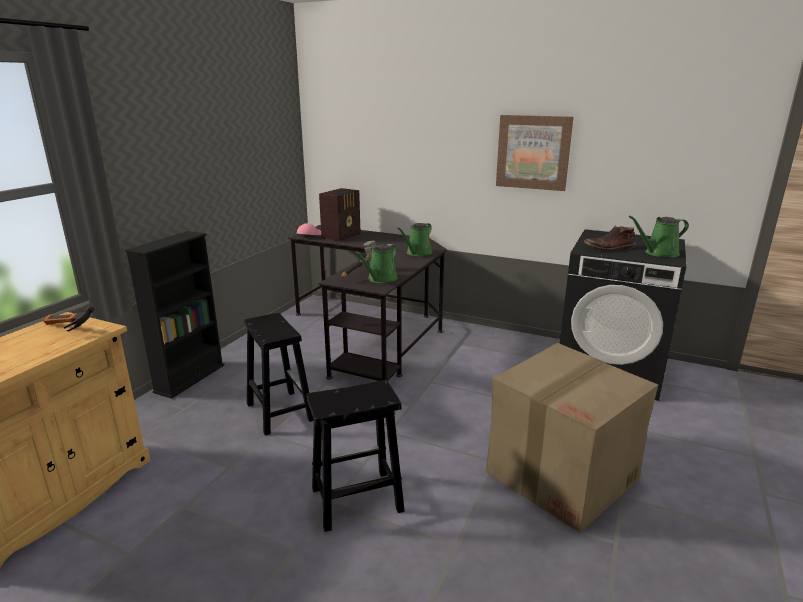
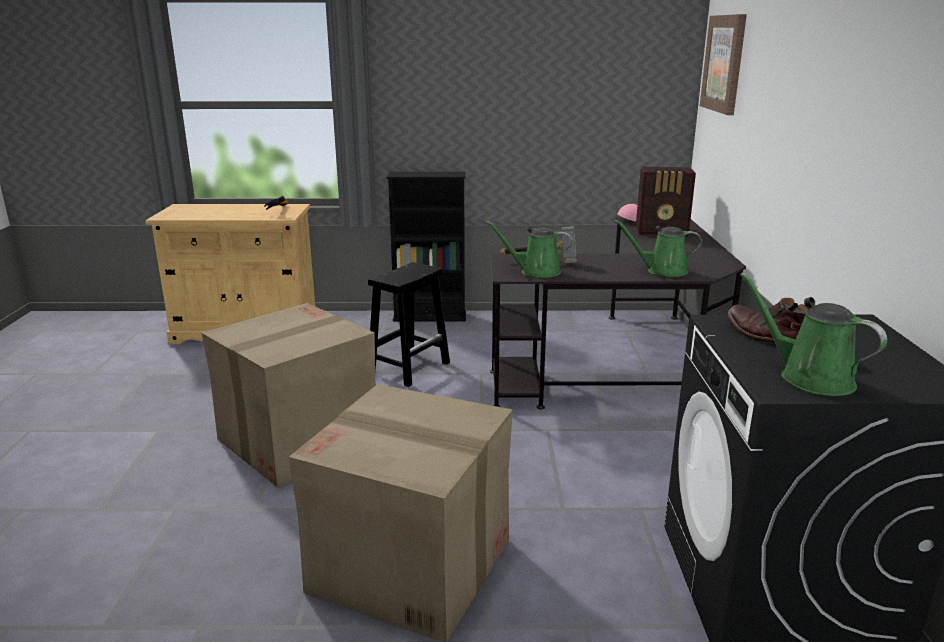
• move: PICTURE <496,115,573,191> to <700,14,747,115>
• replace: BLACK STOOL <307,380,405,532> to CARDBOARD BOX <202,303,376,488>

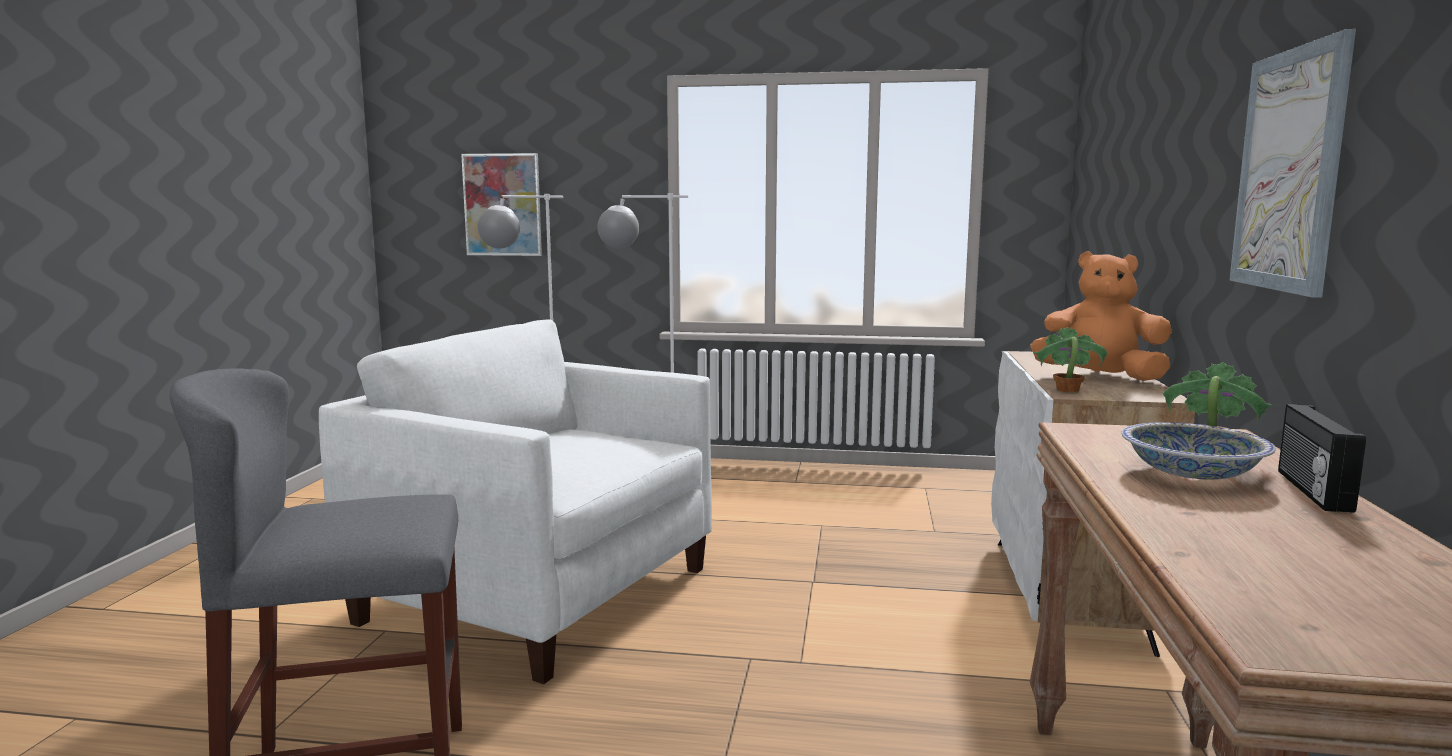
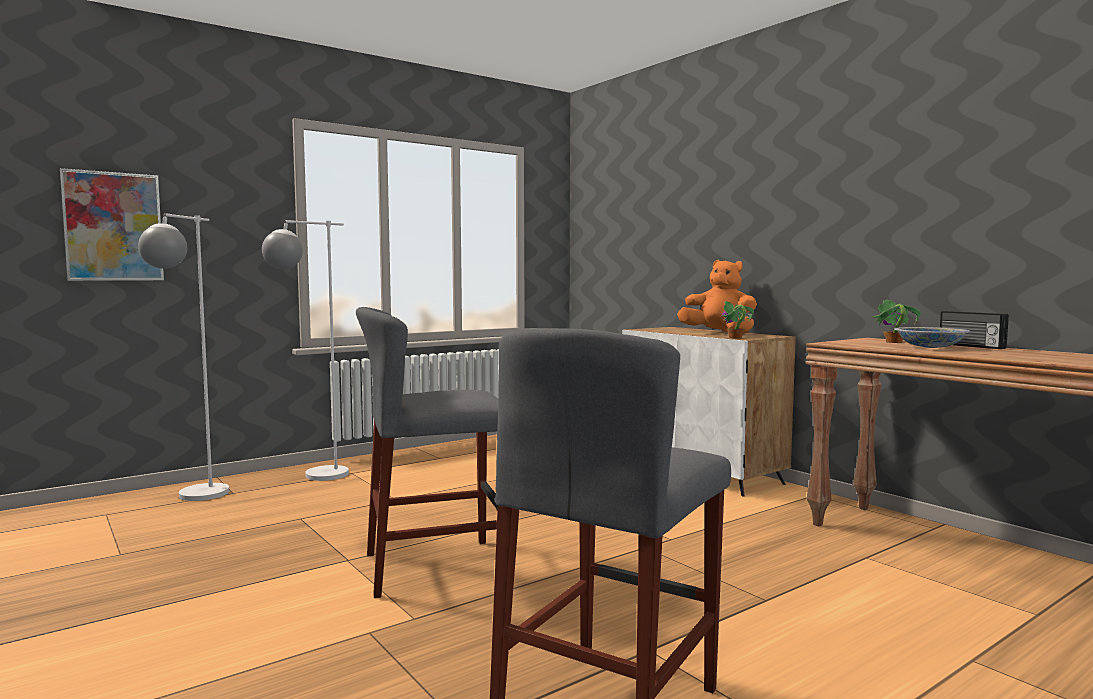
• delete: PICTURE <1230,29,1356,298>
• replace: WHITE ARMCHAIR <319,319,712,684> to GREY STOOL <356,307,498,598>
• rotate: ORANGE PLUSH TOY <1030,251,1172,381> = <677,260,757,334> 60 degrees clockwise

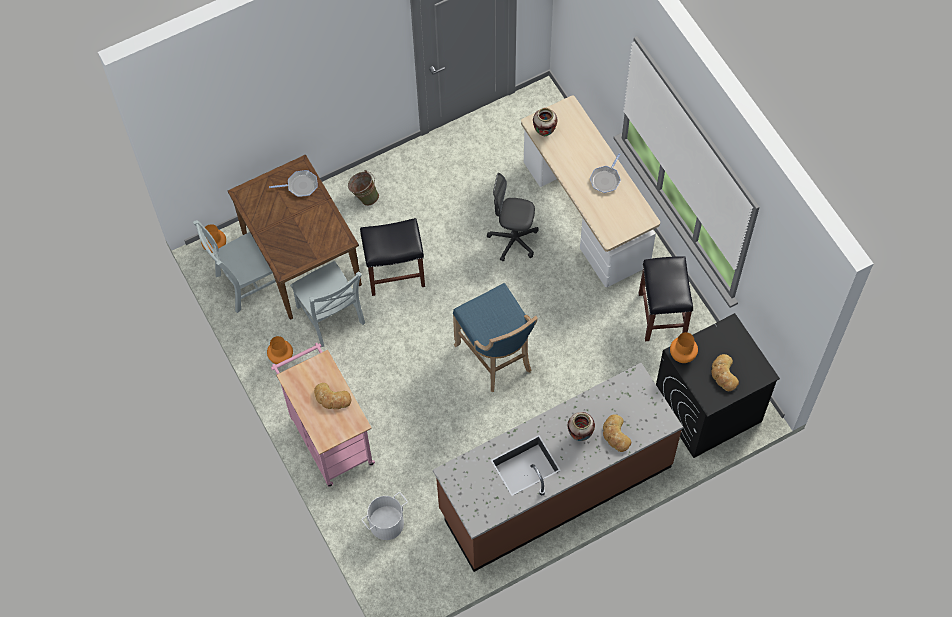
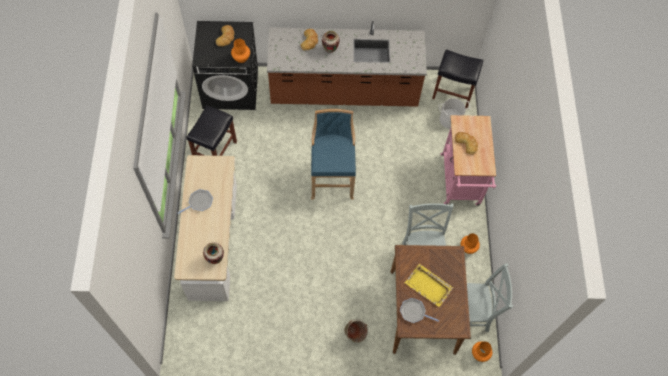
• delete: GREY OFFICE CHAIR <487,173,539,261>
• insert: YELLOW TRAY <404,264,453,307>
• move: BLACK STOOL <360,218,425,296> to <432,49,483,108>

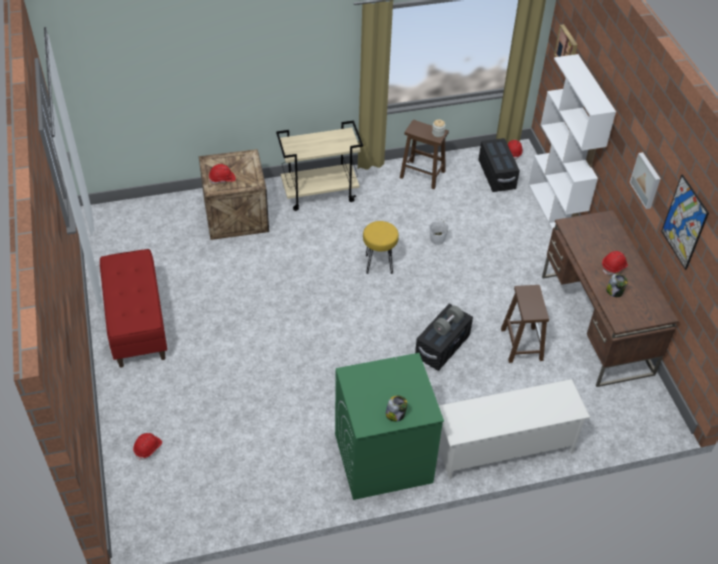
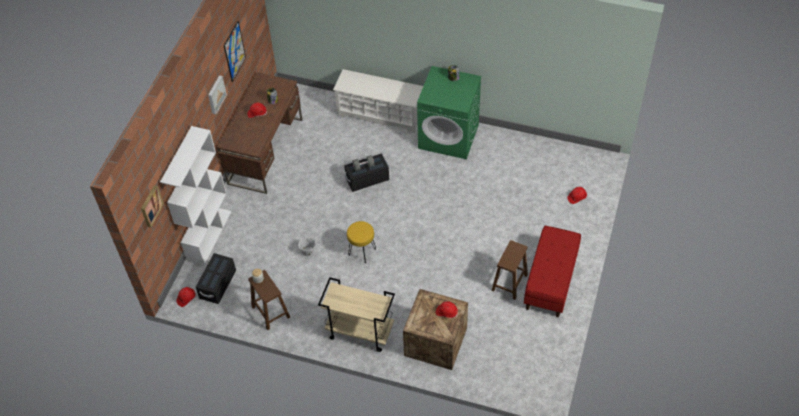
• move: BROWN STOOL <501,285,549,363> to <491,240,528,300>

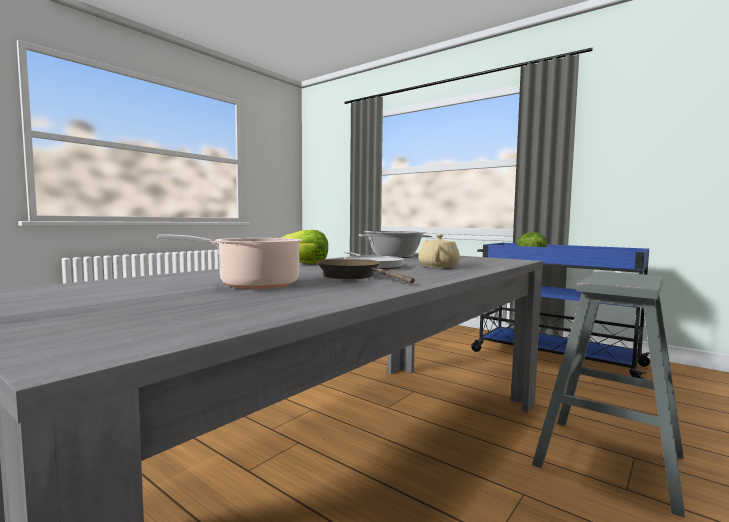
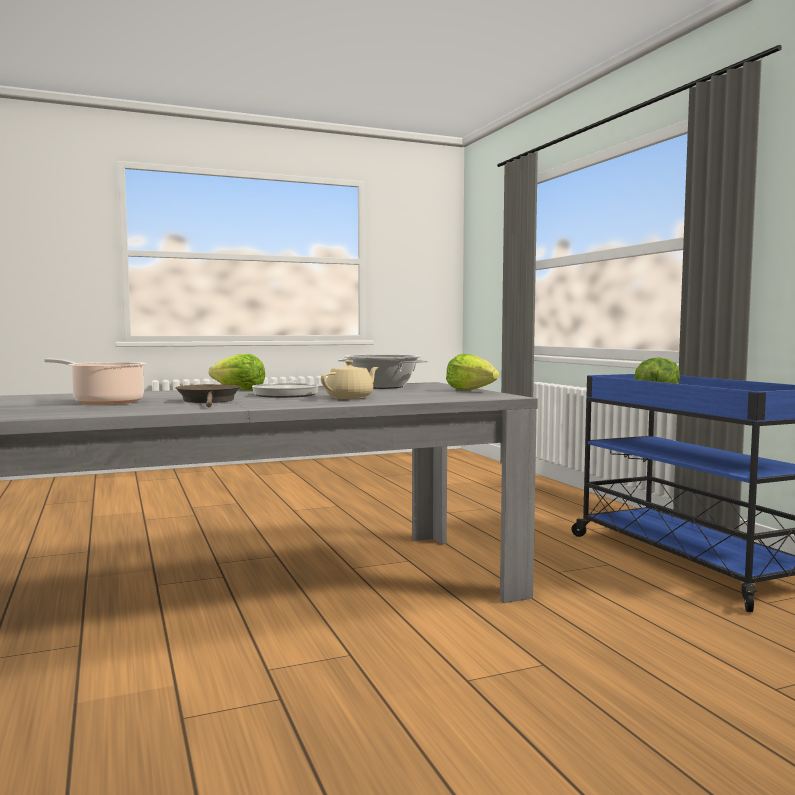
• delete: GREY STOOL <532,272,685,518>
• insert: LETTUCE <446,354,499,390>

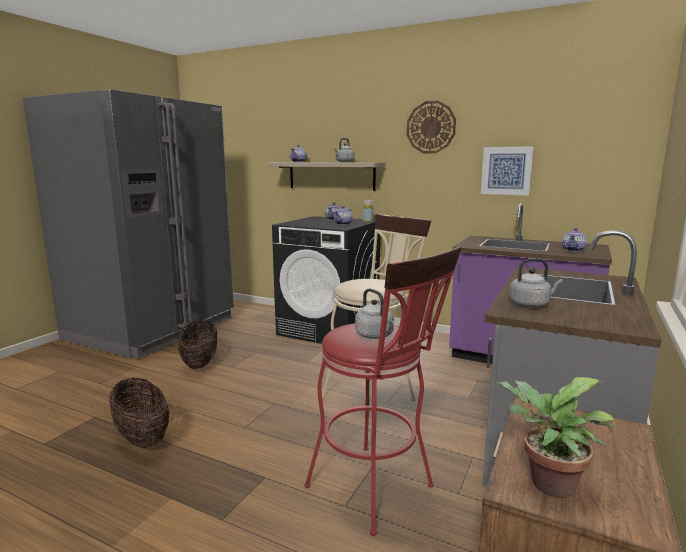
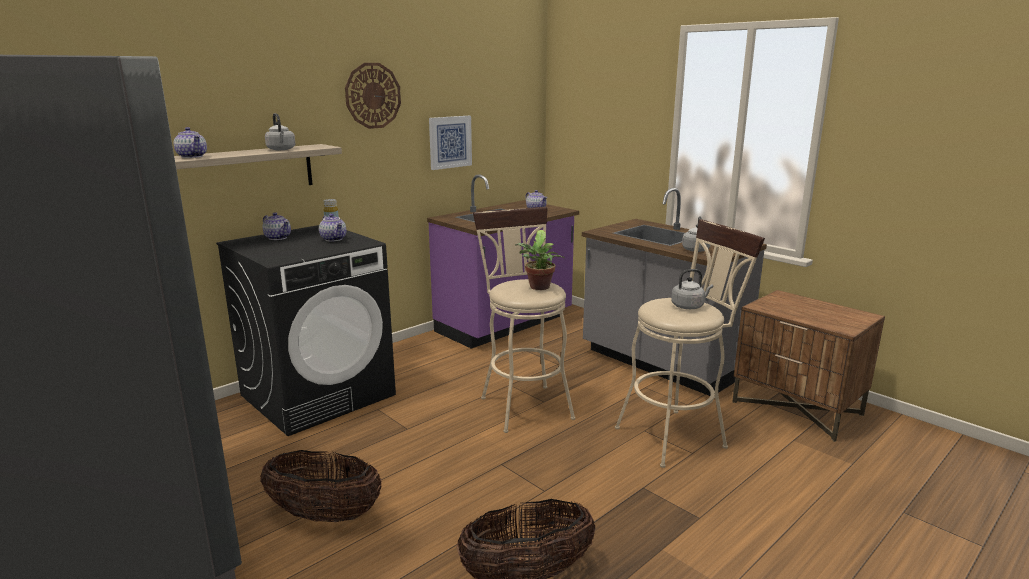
• move: POTTED PLANT <496,377,615,498> to <515,230,564,290>
• recolor: RED STOOL <304,247,462,536> to BEIGE STOOL <615,219,765,468>

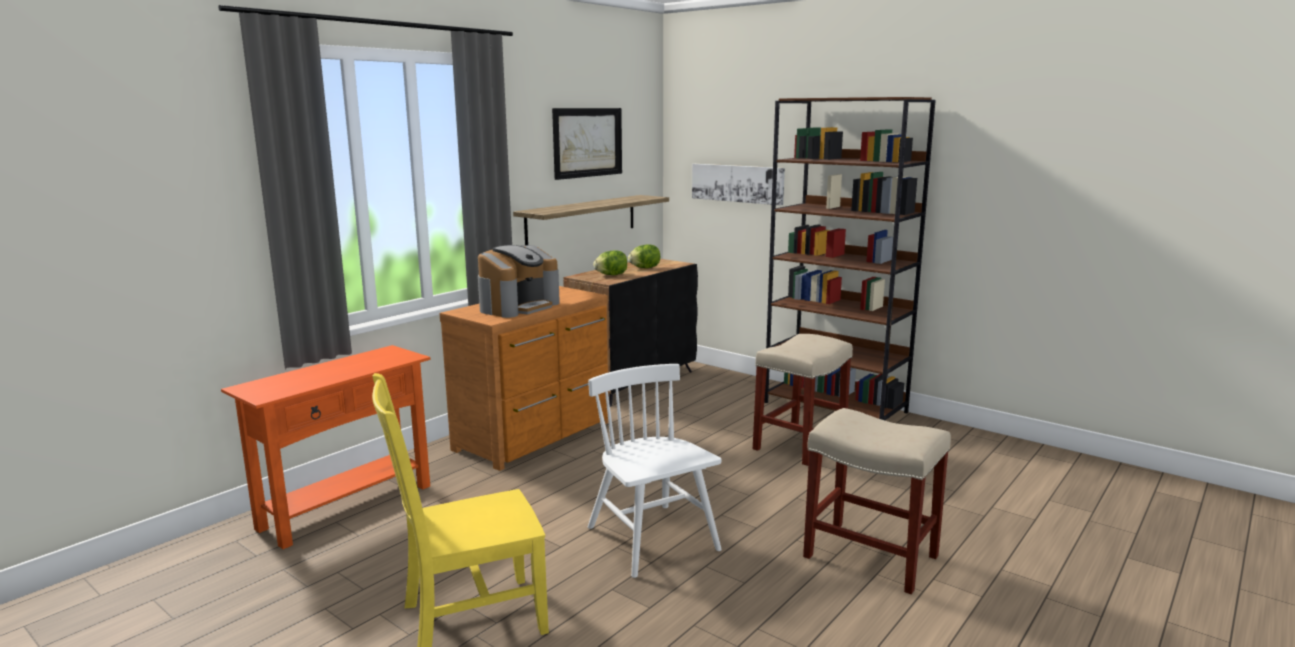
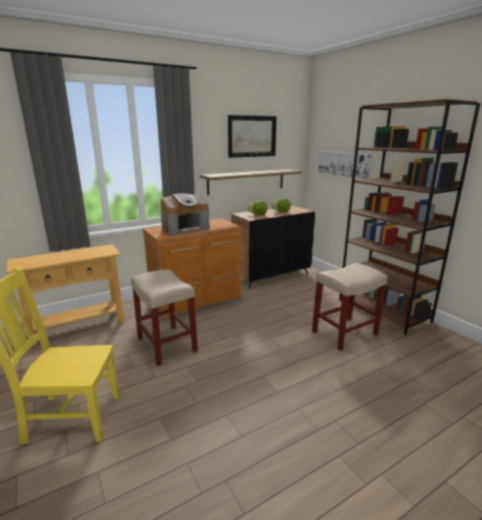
• delete: WHITE CHAIR <588,364,722,578>
• move: BEIGE STOOL <803,408,951,594> to <131,269,198,366>
• recolor: ORANGE CONSOLE TABLE <221,345,431,549> to BEIGE CONSOLE TABLE <6,244,124,346>

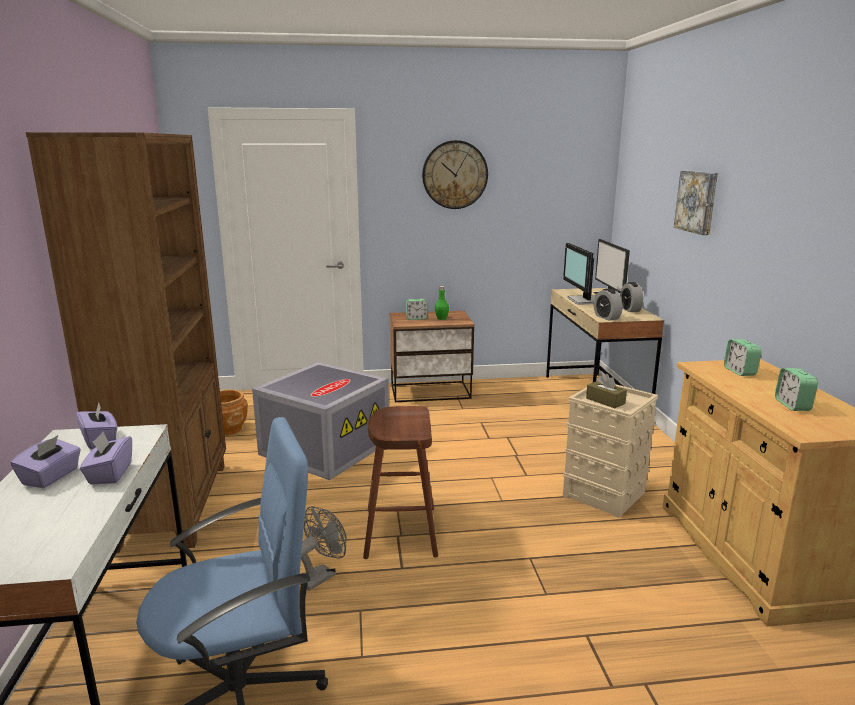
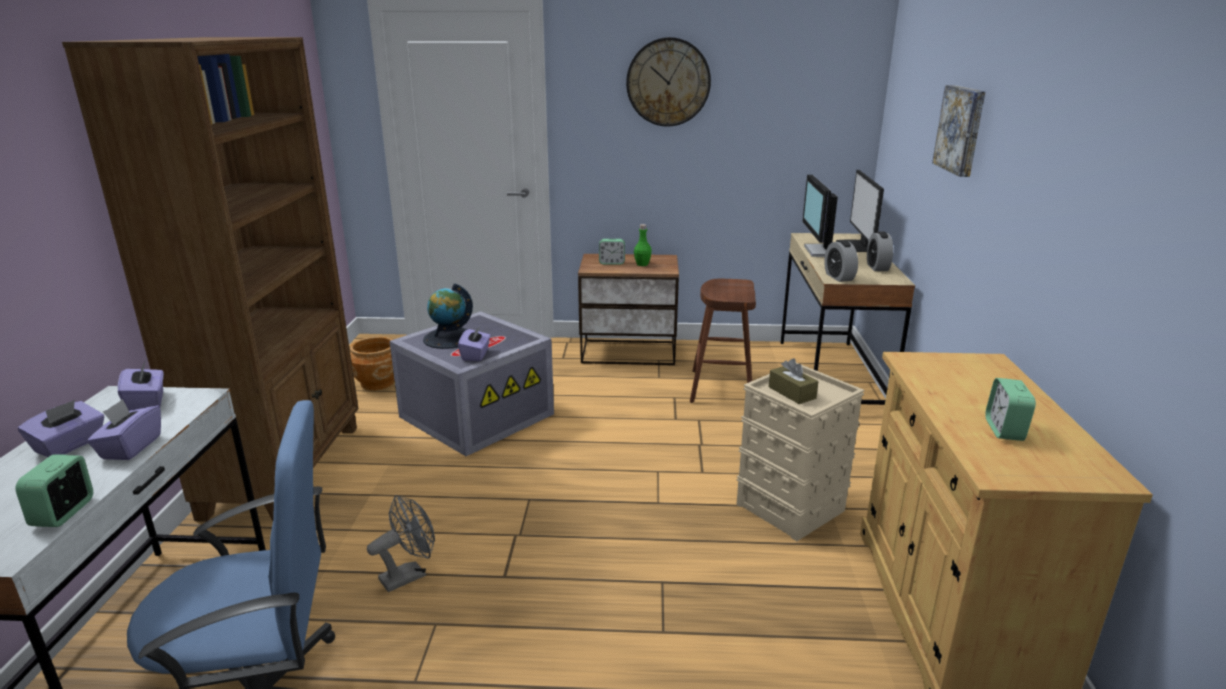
• insert: GLOBE <423,284,473,349>
• insert: PURPLE TISSUE BOX <458,326,491,361>
• move: BROWN STOOL <363,406,438,559> to <690,279,756,403>
• move: ALARM CLOCK <724,339,761,376> to <15,454,93,527>

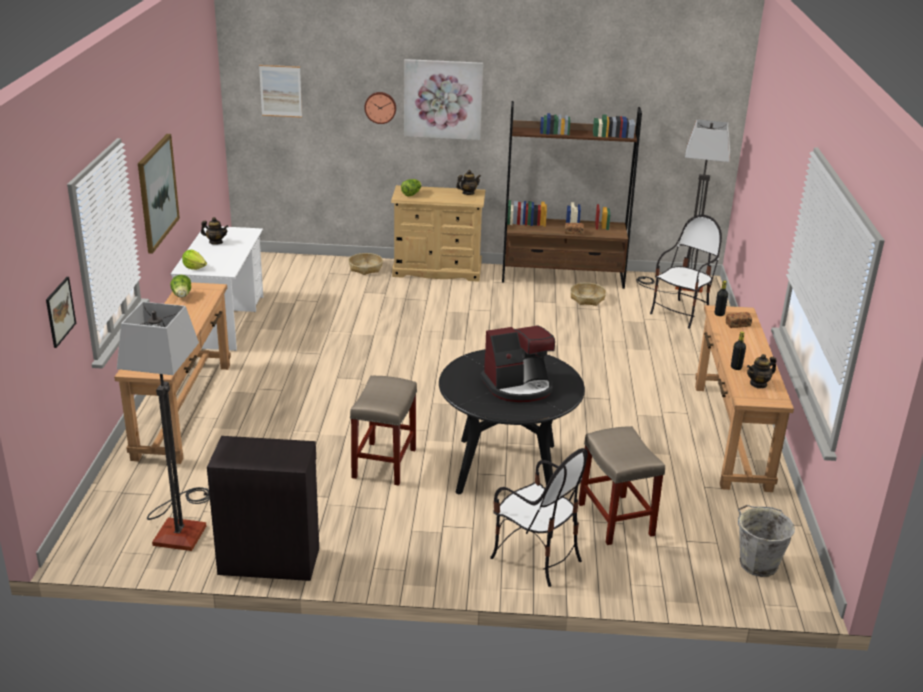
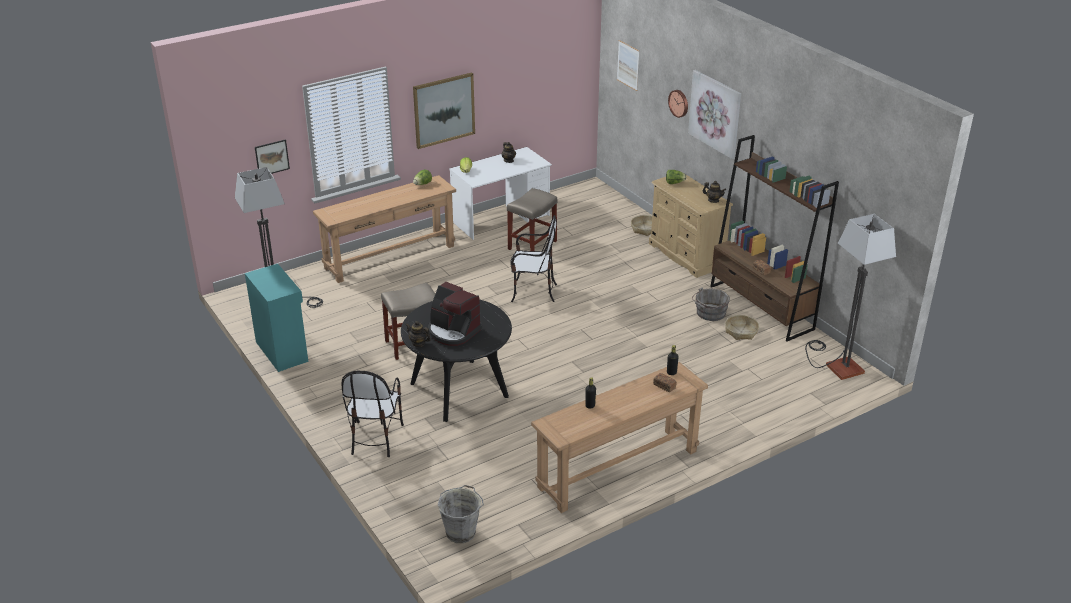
• insert: GREY BUCKET <692,287,730,321>
• move: BEIGE STOOL <578,426,665,545> to <507,188,557,251>
• move: CHAIR <650,215,722,329> to <510,215,557,302>
• move: TEAPOT <747,354,777,388> to <405,321,431,347>
• recolor: BLACK CABINET <207,436,319,581> to TURQUOISE CABINET <245,264,308,372>

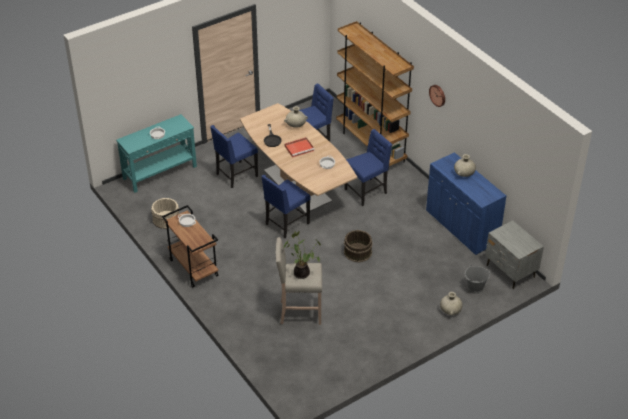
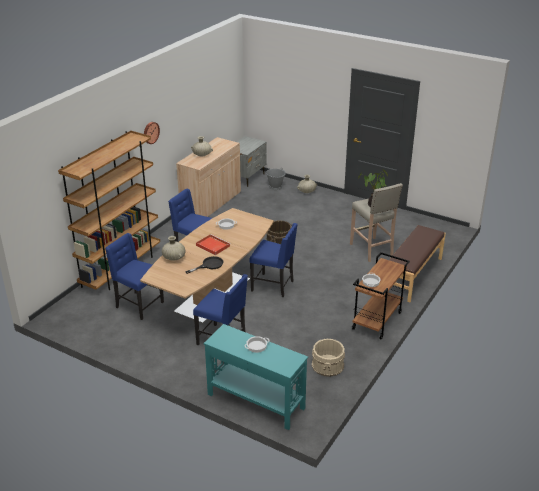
• insert: BROWN BENCH <389,225,446,302>
• recolor: BLUE CABINET <426,152,507,255> to BEIGE CABINET <176,137,241,217>

